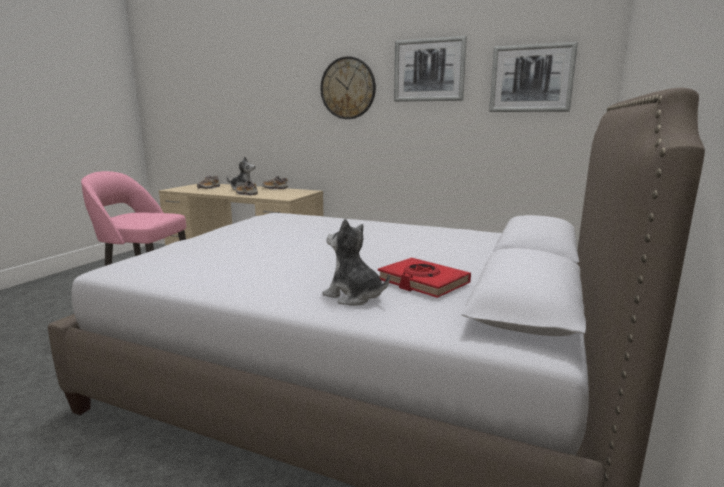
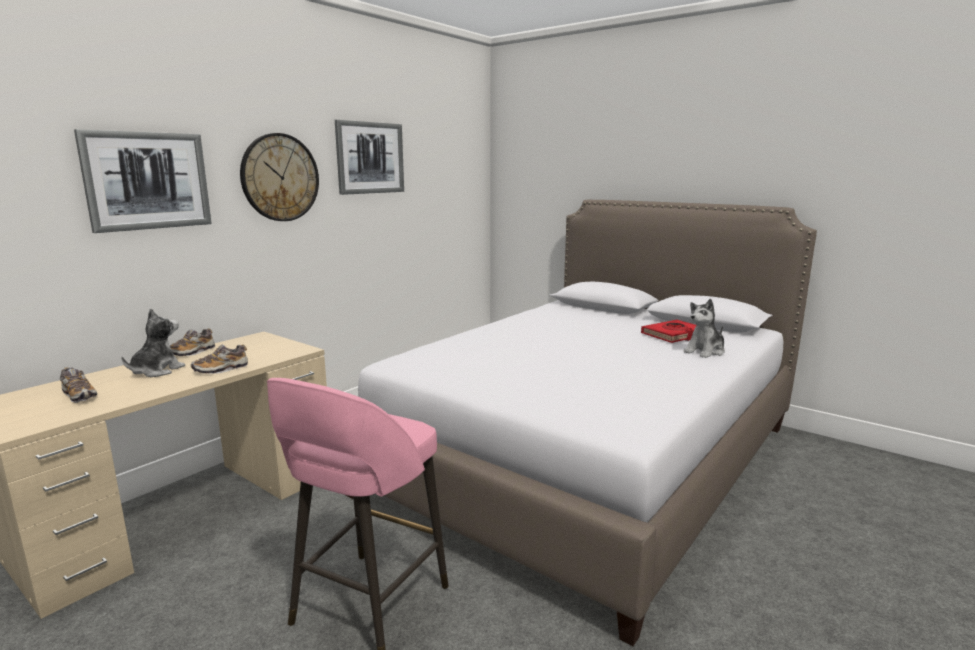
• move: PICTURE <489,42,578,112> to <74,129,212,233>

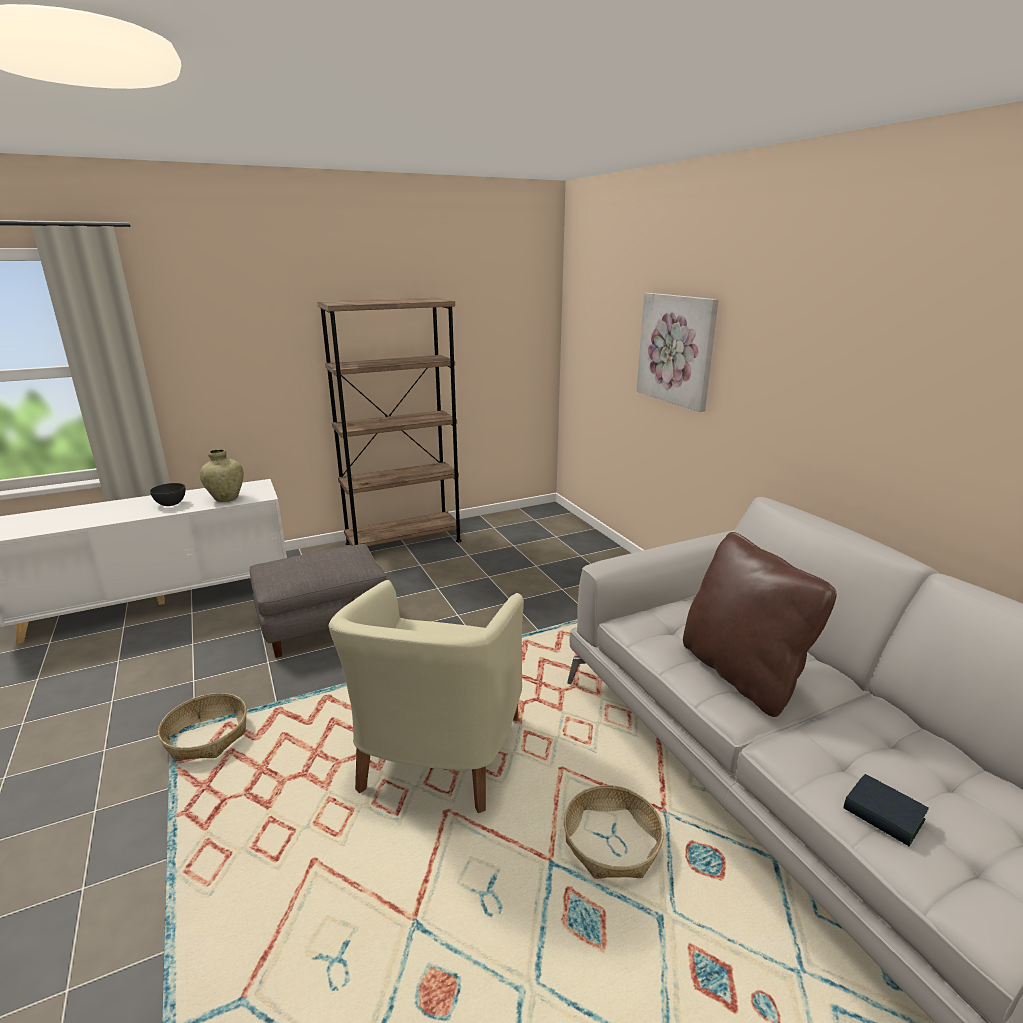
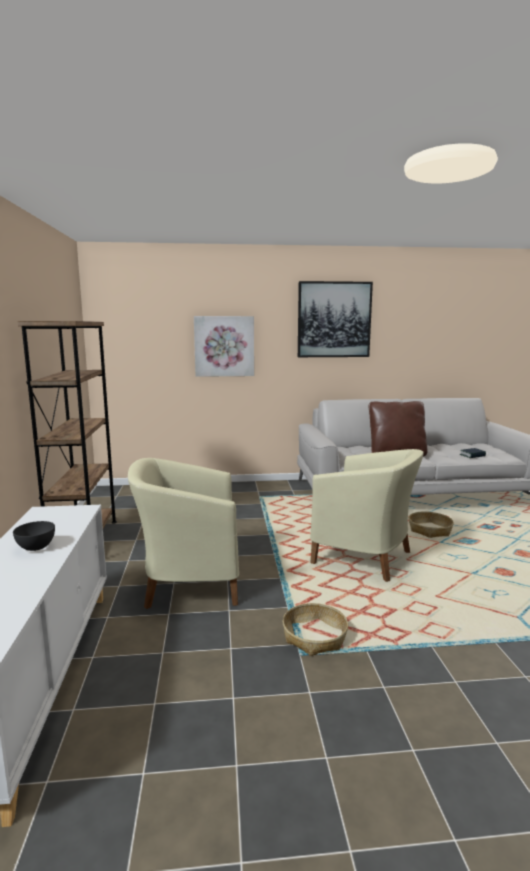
• delete: BEIGE VASE <200,449,244,502>
• insert: PICTURE <298,281,373,357>
• replace: GREY OTTOMAN <250,544,386,658> to BEIGE ARMCHAIR <128,458,239,609>

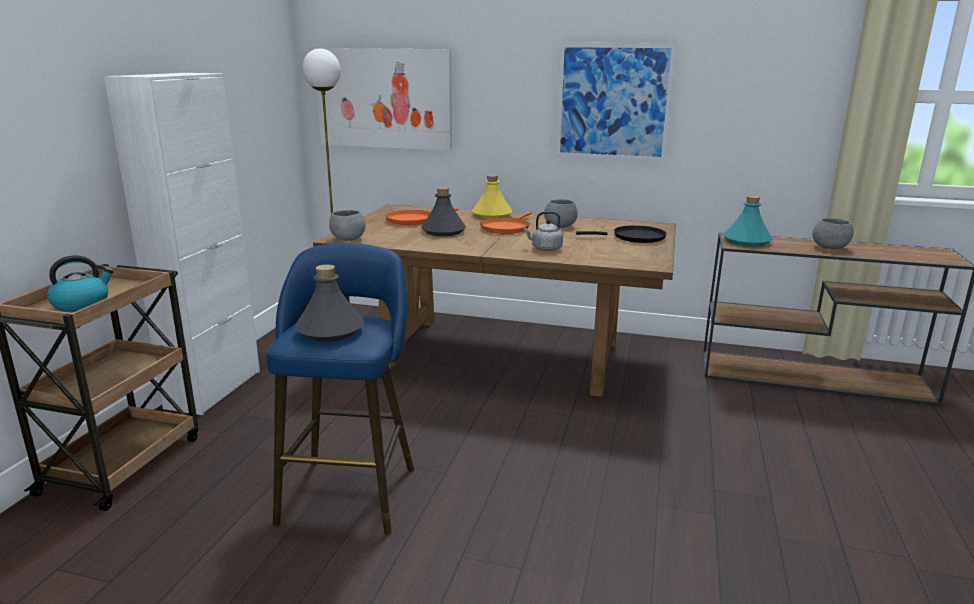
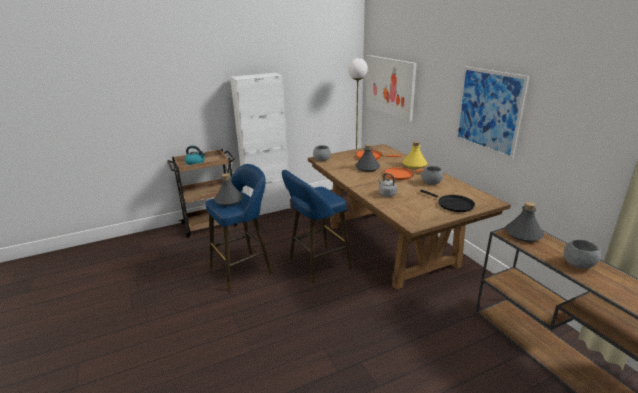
• insert: BLUE STOOL <282,170,352,283>
• recolor: TURQUOISE BOTTLE <723,195,773,247> to GREY BOTTLE <505,202,544,242>

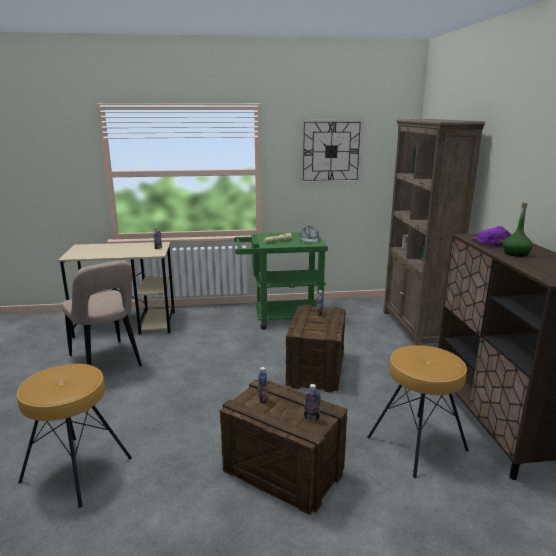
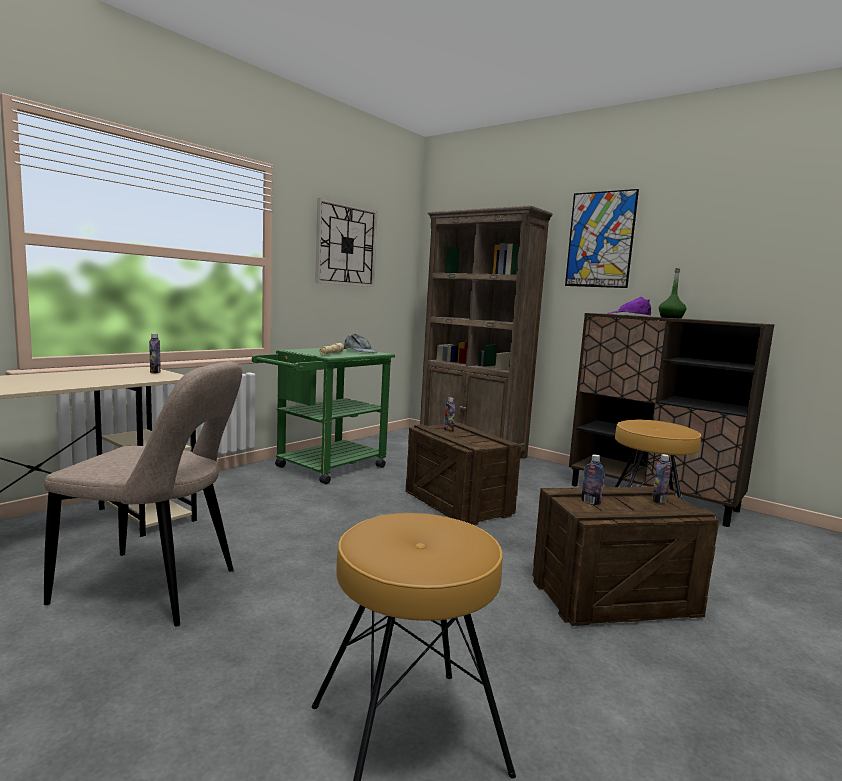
• insert: PICTURE <565,189,639,288>

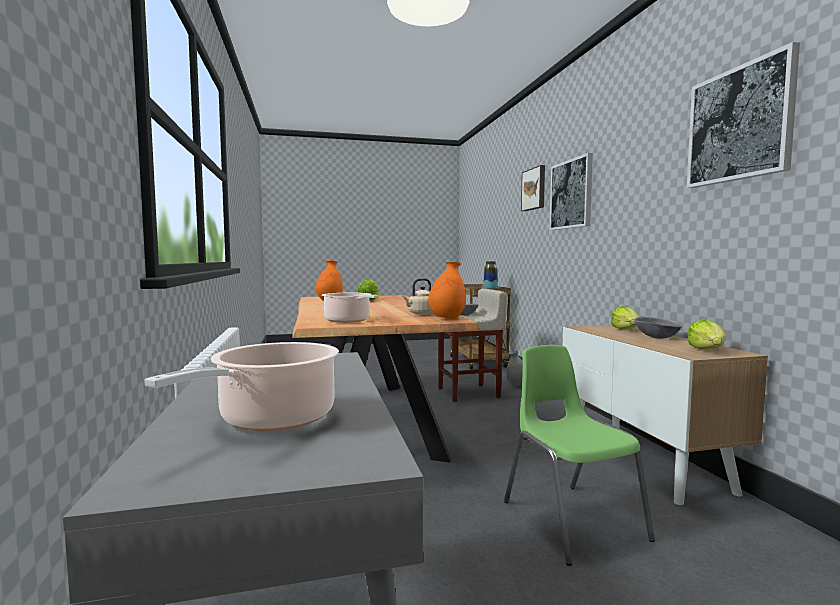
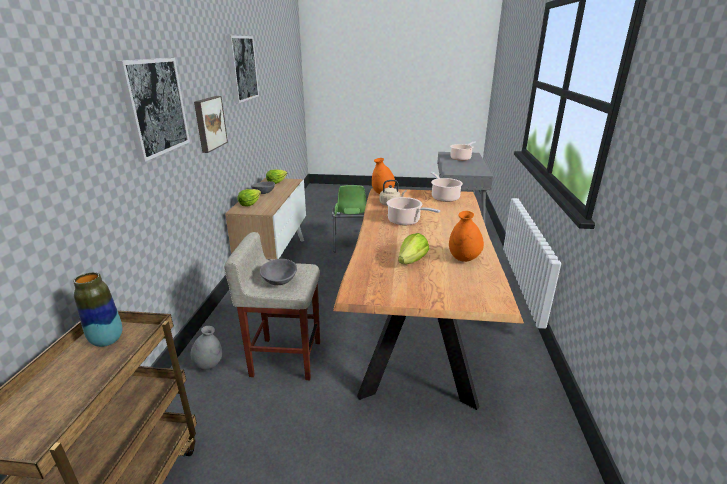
• insert: COOKING POT <387,197,440,225>
• move: PICTURE <521,165,545,211> to <194,96,228,153>

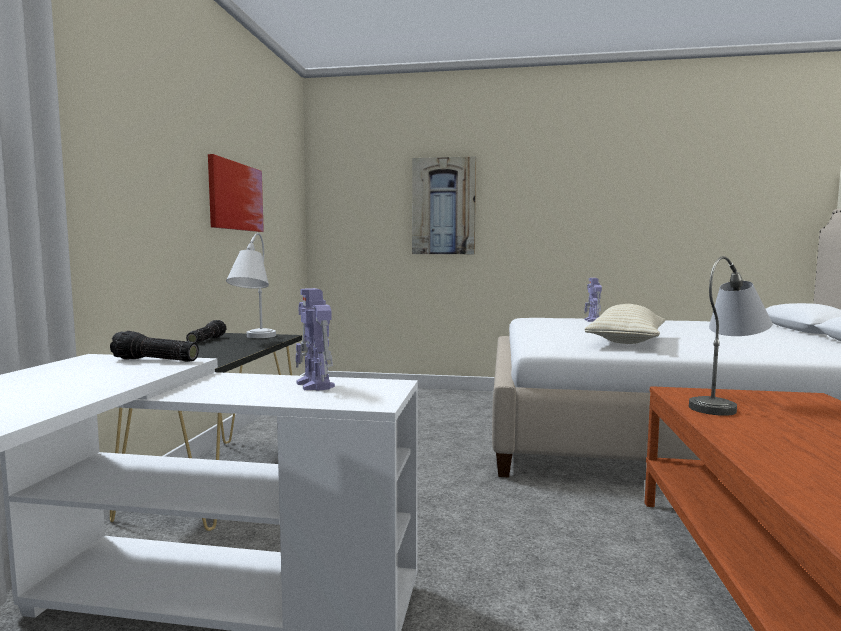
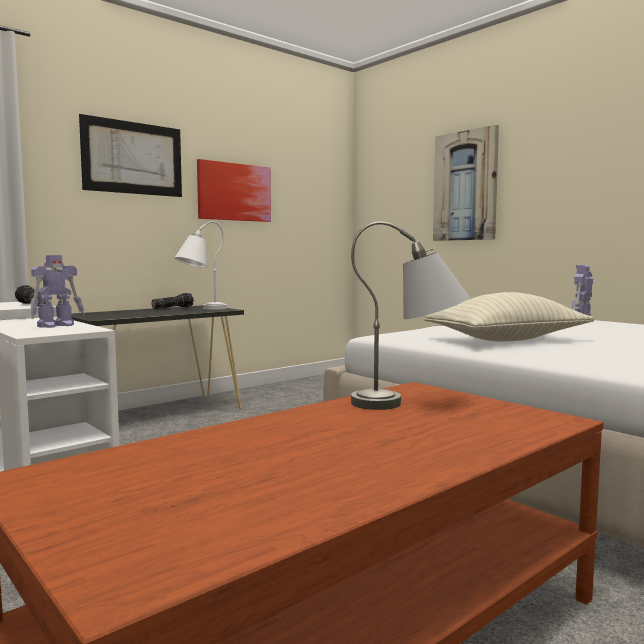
• insert: PICTURE <79,114,182,197>
• rotate: TOY ROBOT <295,288,335,391> = <30,255,84,328> 150 degrees counterclockwise

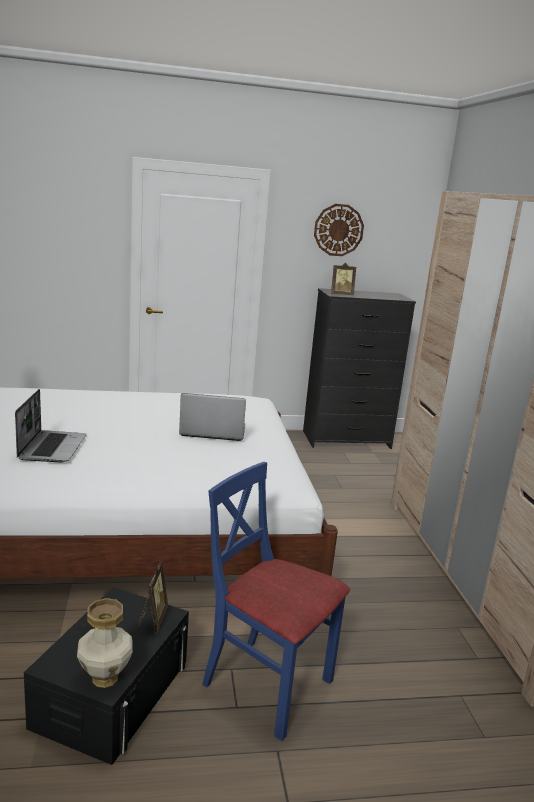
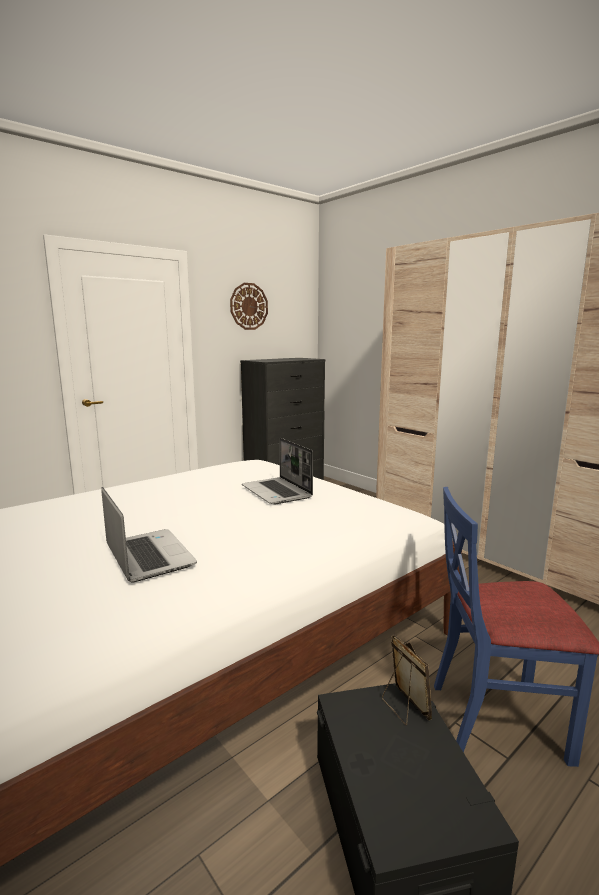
• delete: VASE <77,598,133,688>
• delete: PICTURE FRAME <331,263,356,295>
• rotate: LAPTOP <179,393,246,441> = <242,438,313,504> 90 degrees counterclockwise

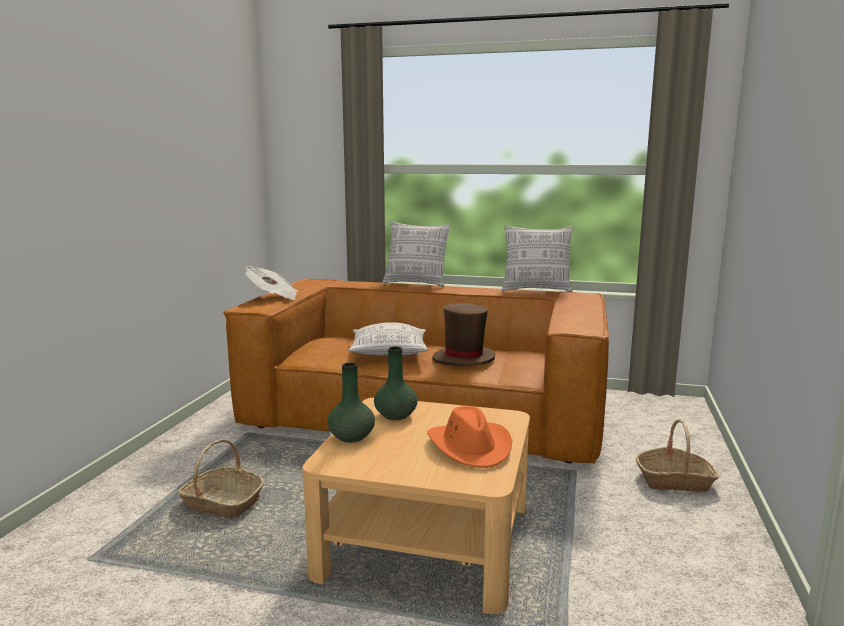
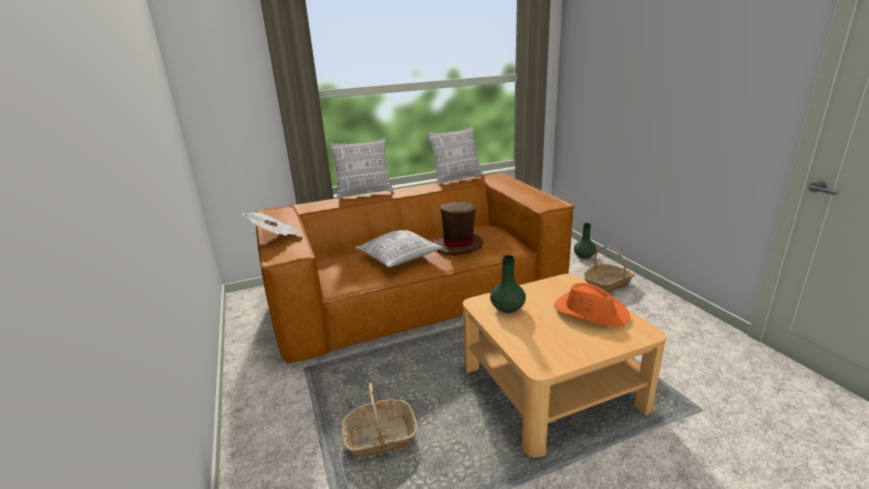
• move: GREEN VASE <327,362,375,443> to <574,223,596,259>

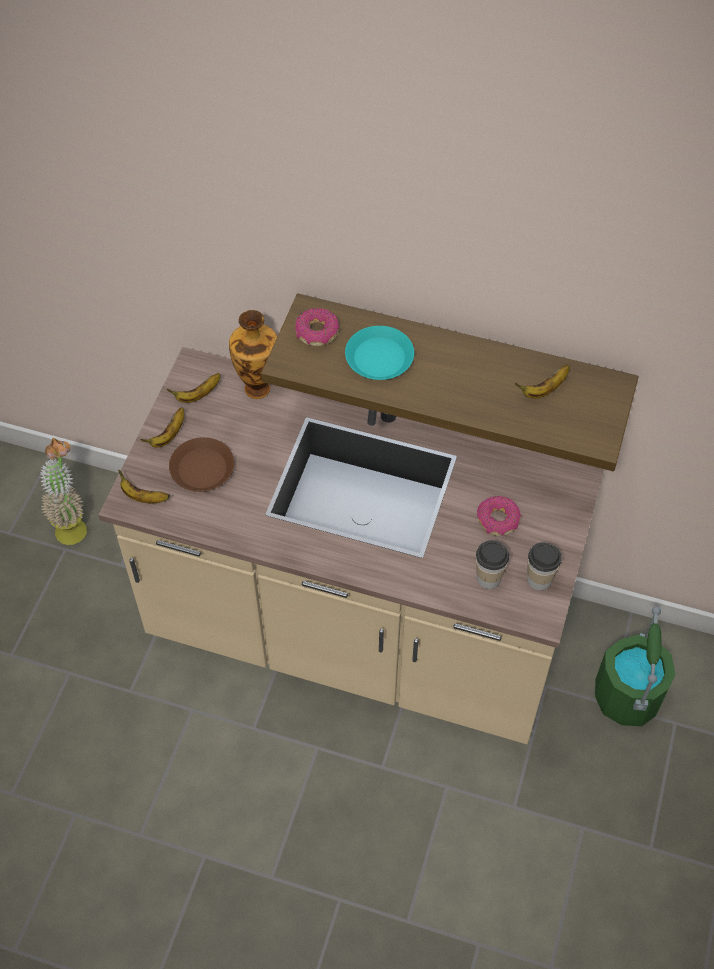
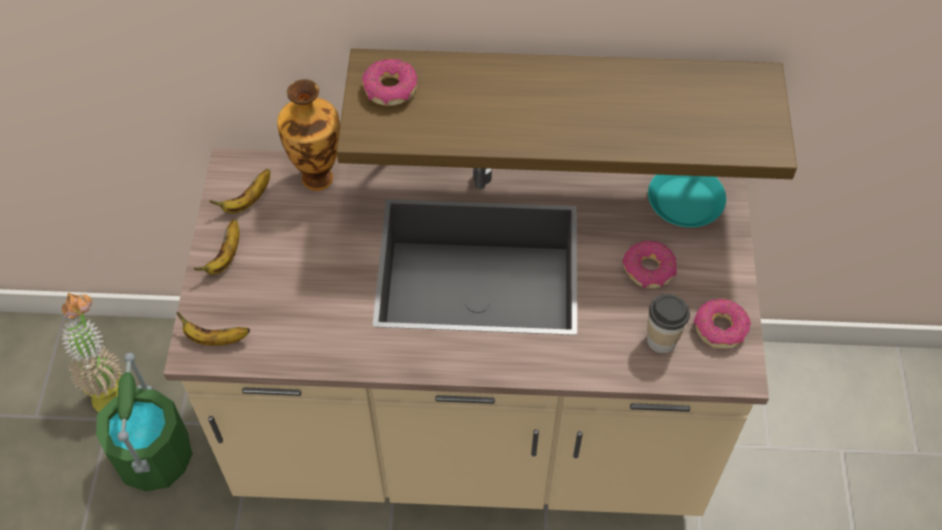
• delete: BROWN PLATE <169,437,234,492>
• delete: BANANA <515,365,570,398>
• move: TURQUOISE PLATE <345,326,414,380> to <648,175,726,227>
• move: GREEN BUCKET <595,607,676,727> to <96,353,193,492>
• replace: CUP <527,542,561,590> to DONUT <694,299,751,349>

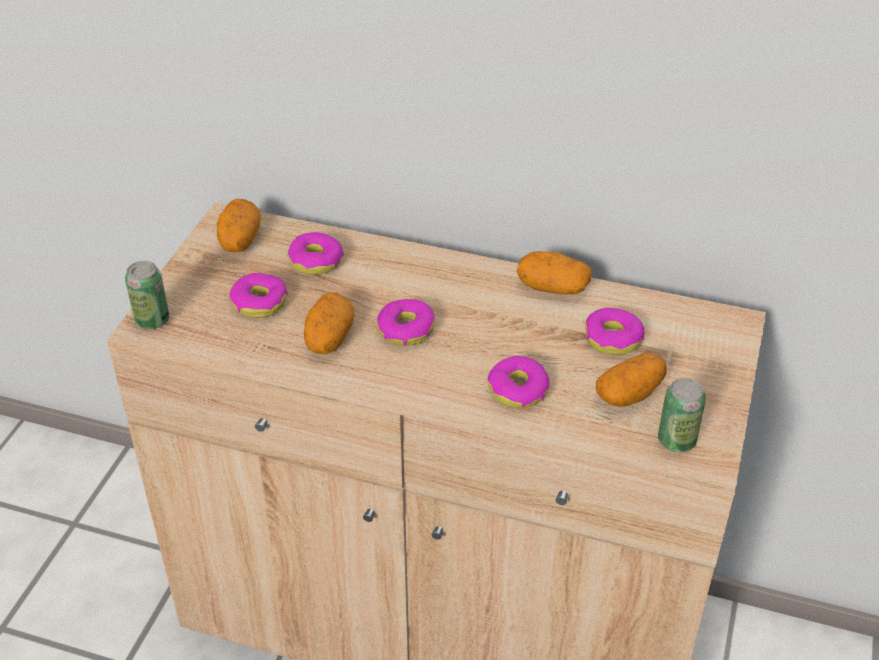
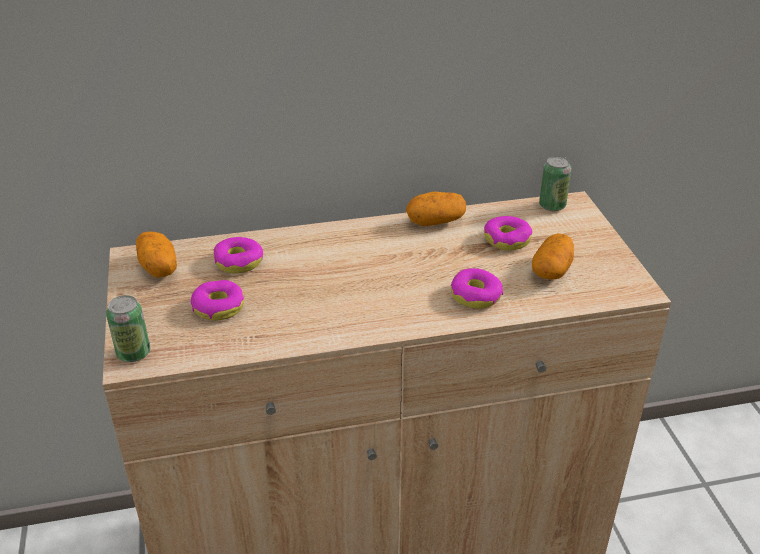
• delete: POTATO <304,292,354,354>
• delete: DONUT <377,299,435,346>
• move: CAN <658,378,706,452> to <539,156,572,211>

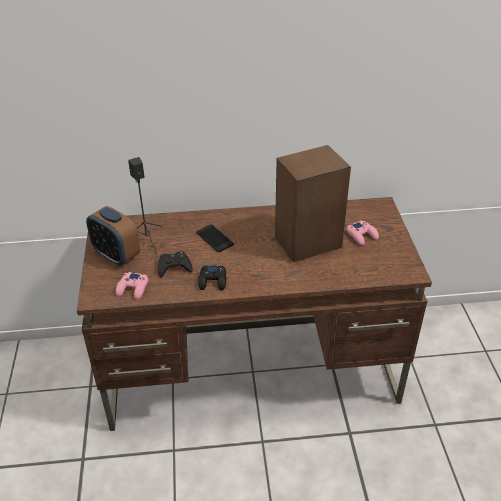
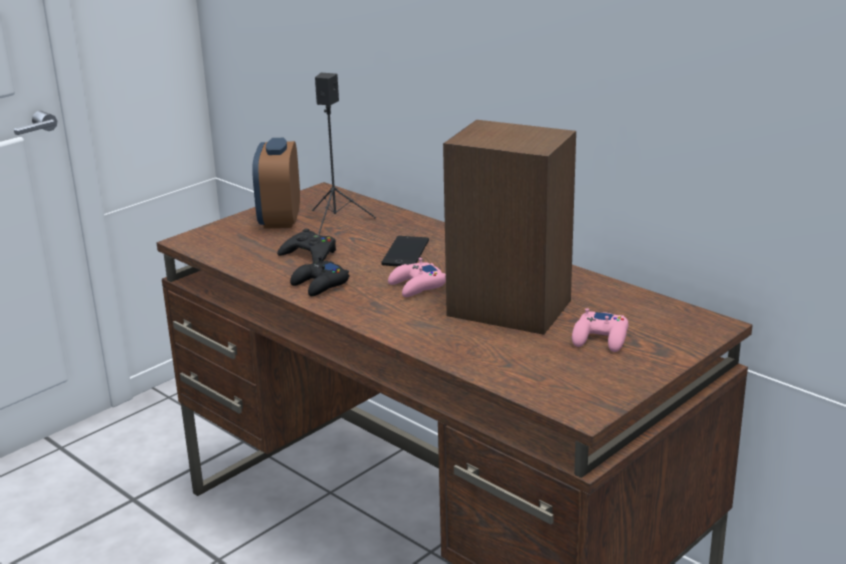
• move: PINK GAME CONTROLLER <116,272,148,300> to <388,258,446,297>

